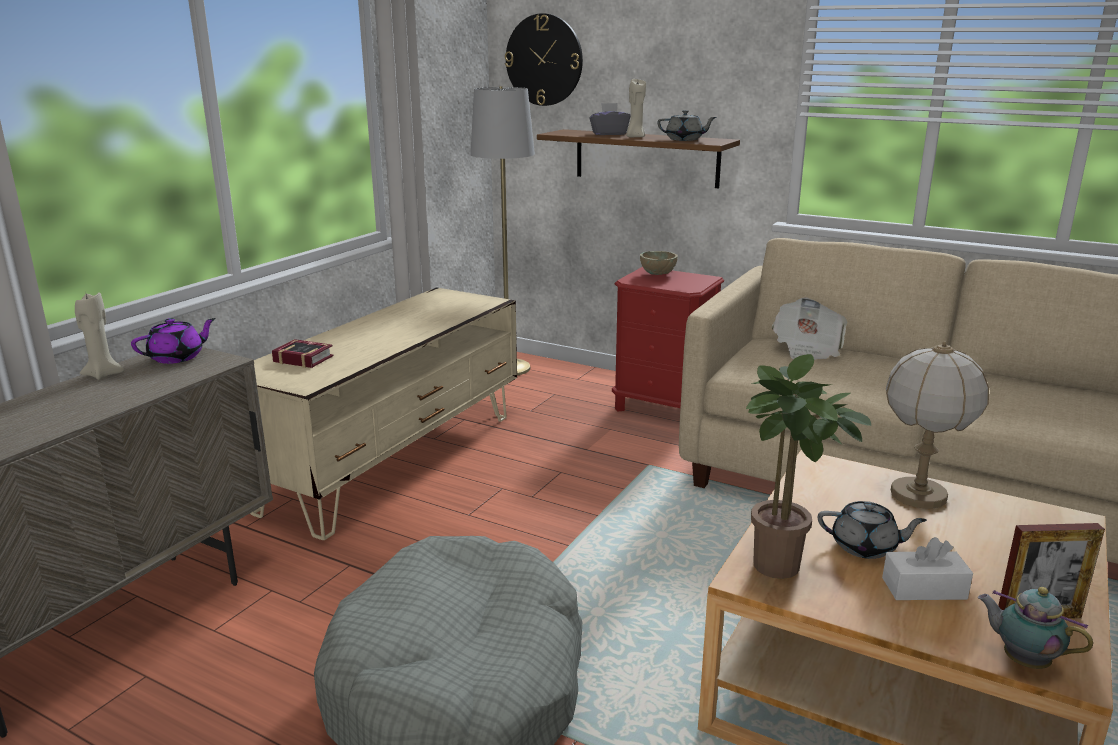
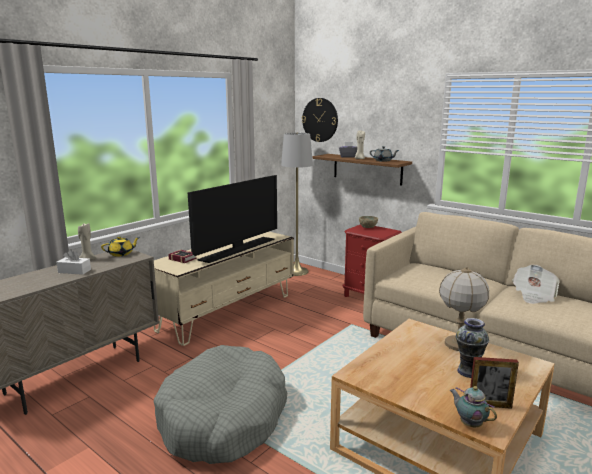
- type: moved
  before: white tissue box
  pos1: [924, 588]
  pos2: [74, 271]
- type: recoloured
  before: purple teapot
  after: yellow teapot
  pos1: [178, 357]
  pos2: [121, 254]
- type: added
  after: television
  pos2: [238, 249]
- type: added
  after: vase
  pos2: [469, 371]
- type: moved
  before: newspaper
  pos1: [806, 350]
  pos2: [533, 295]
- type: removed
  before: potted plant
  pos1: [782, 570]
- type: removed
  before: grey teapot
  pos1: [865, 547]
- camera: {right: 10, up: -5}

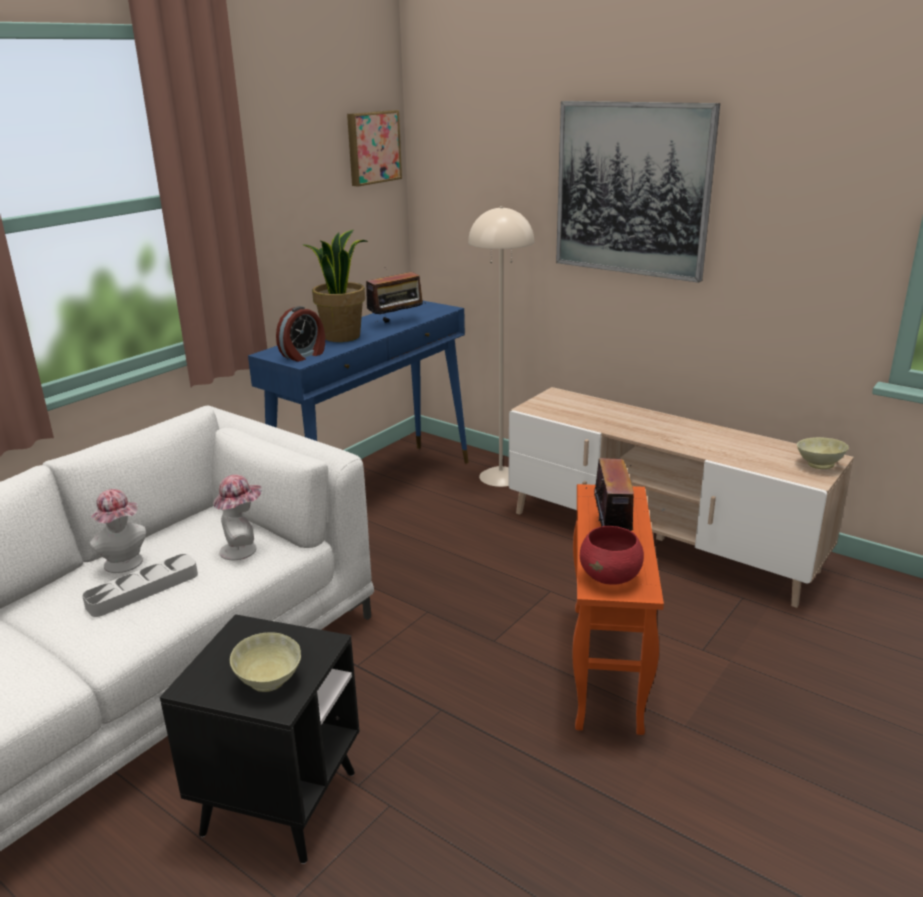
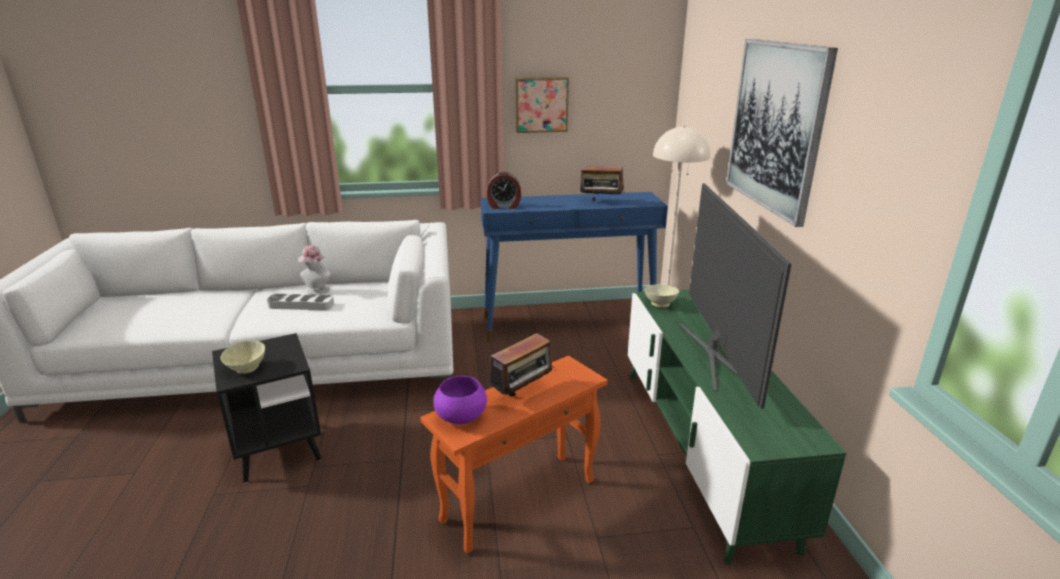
- type: recoloured
  before: red bowl
  after: purple bowl
  pos1: [611, 577]
  pos2: [461, 417]
- type: moved
  before: picture
  pos1: [372, 147]
  pos2: [541, 104]
- type: recoloured
  before: beige tv stand
  after: green tv stand
  pos1: [658, 540]
  pos2: [701, 449]
- type: moved
  before: beige bowl
  pos1: [819, 464]
  pos2: [660, 304]
- type: added
  after: television
  pos2: [716, 354]
- type: removed
  before: hat
  pos1: [243, 549]
- type: removed
  before: potted plant
  pos1: [342, 336]
- camera: {right: 45, up: 0}

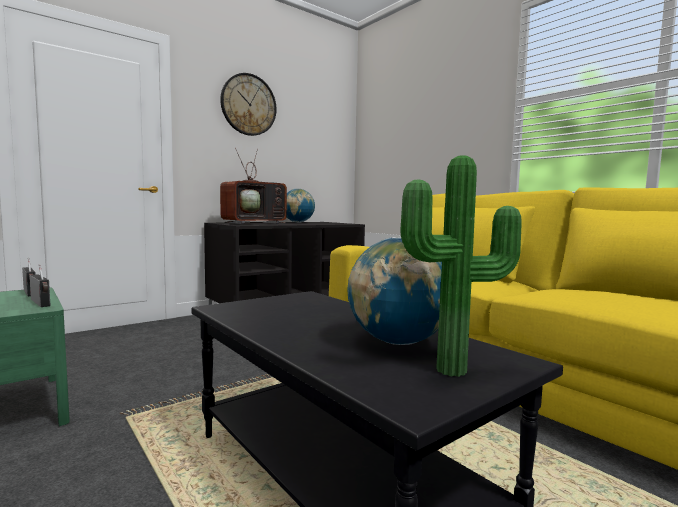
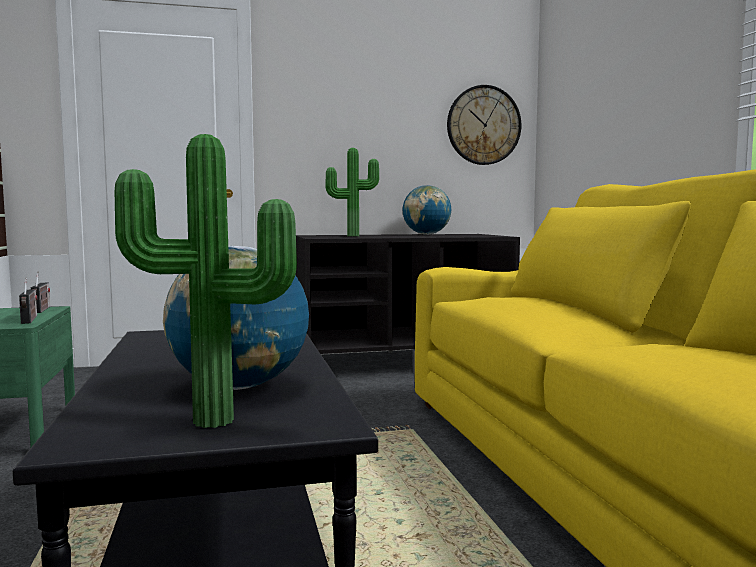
- type: replaced
  before: television
  after: potted plant
  pos1: [254, 223]
  pos2: [352, 236]
- type: moved
  before: wall clock
  pos1: [248, 105]
  pos2: [483, 125]
- camera: {right: 25, up: 0}

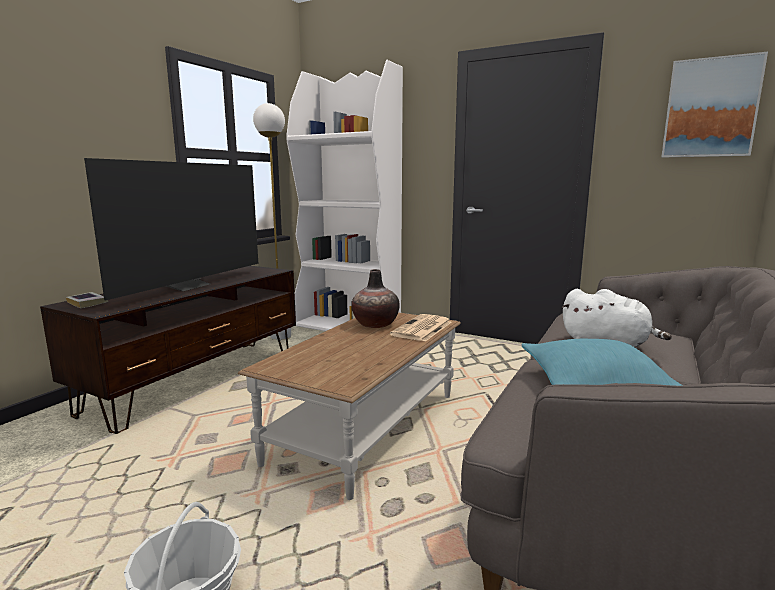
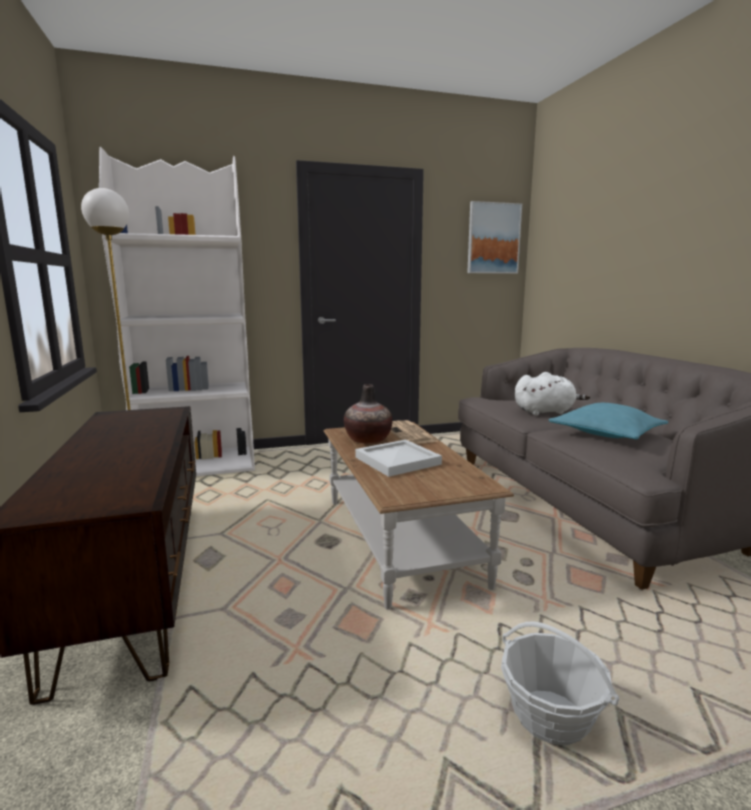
- type: added
  after: white tray
  pos2: [398, 460]
- type: removed
  before: book
  pos1: [87, 303]
- type: removed
  before: television
  pos1: [188, 286]
- camera: {right: -45, up: 0}

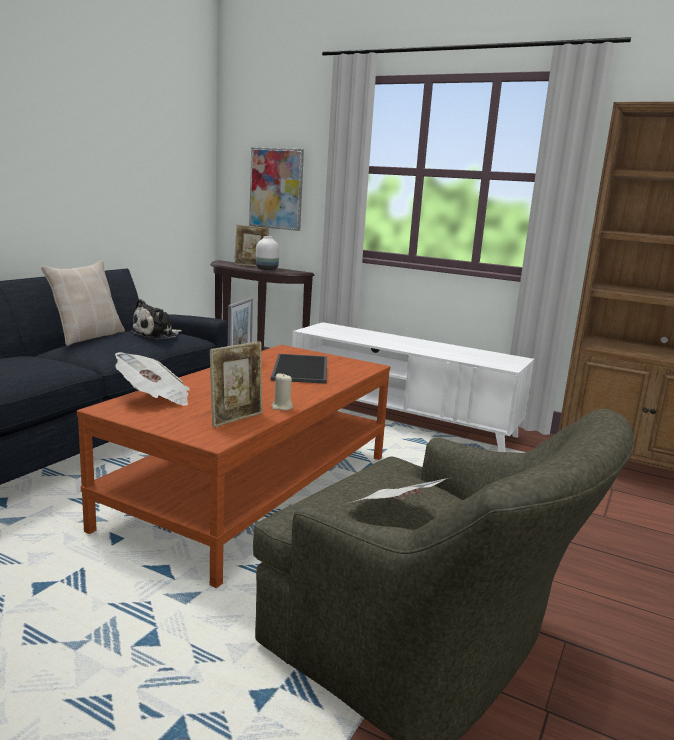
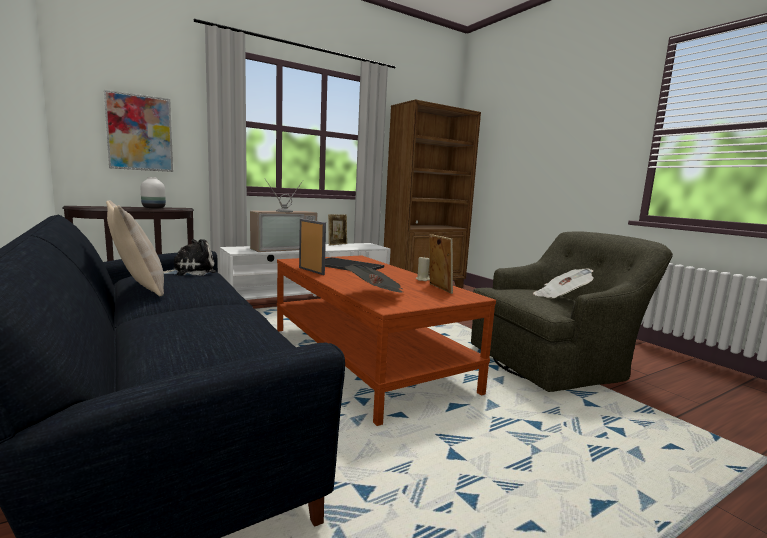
- type: turned
  before: plush toy
  pos1: [157, 335]
  pos2: [190, 271]
  turn: -105
- type: added
  after: television
  pos2: [282, 248]
- type: moved
  before: picture frame
  pos1: [251, 266]
  pos2: [337, 244]
- camera: {right: -60, up: -5}

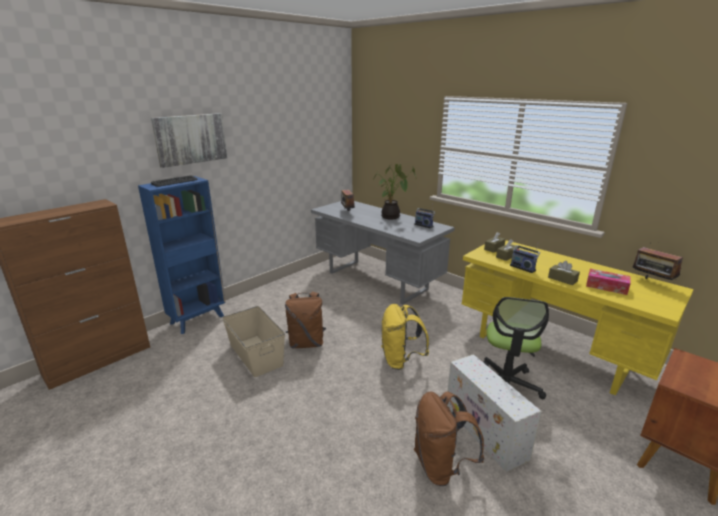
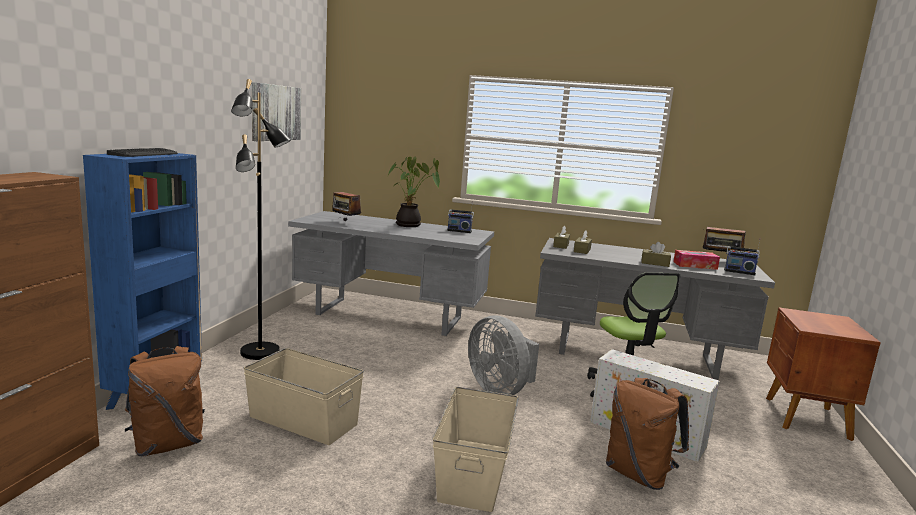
- type: moved
  before: brown backpack
  pos1: [306, 343]
  pos2: [167, 444]
- type: added
  after: black floor lamp
  pos2: [260, 352]
- type: moved
  before: picture
  pos1: [191, 139]
  pos2: [275, 112]
- type: added
  after: beige storage box
  pos2: [472, 472]
- type: replaced
  before: yellow backpack
  after: grey fan
  pos1: [401, 360]
  pos2: [500, 390]
- type: recoloured
  before: yellow desk
  after: grey desk
  pos1: [552, 351]
  pos2: [636, 355]
- type: moved
  before: radio
  pos1: [523, 267]
  pos2: [739, 271]
- camera: {right: -30, up: -10}

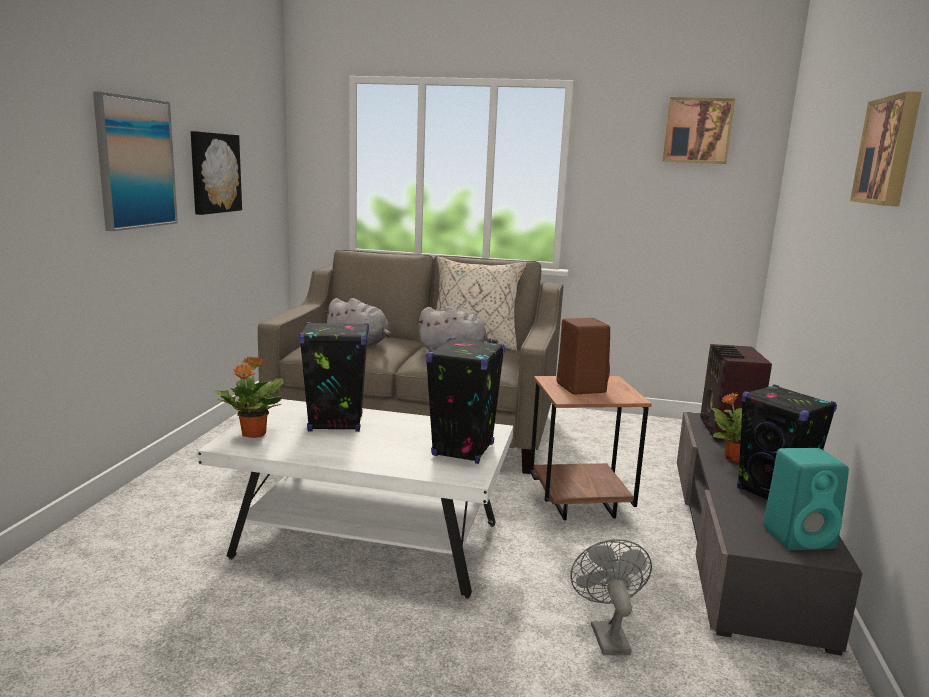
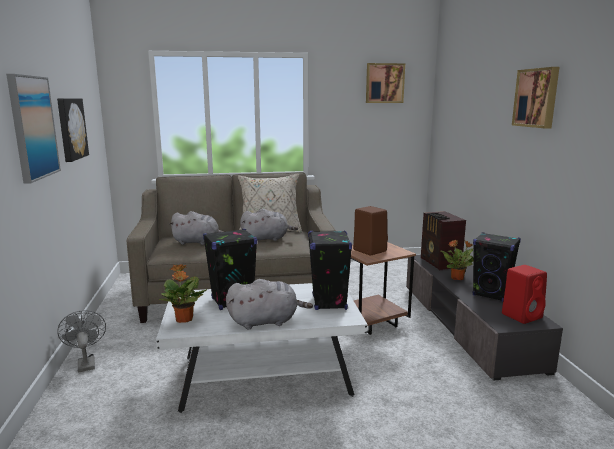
- type: moved
  before: grey fan
  pos1: [606, 634]
  pos2: [85, 363]
- type: added
  after: grey plush toy
  pos2: [266, 321]
- type: recoloured
  before: turquoise speaker
  after: red speaker
  pos1: [800, 537]
  pos2: [522, 315]
- camera: {right: -20, up: 0}

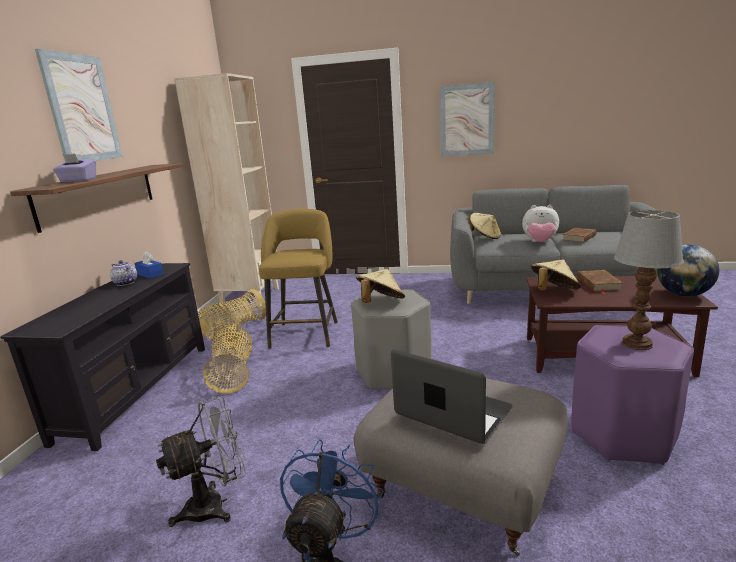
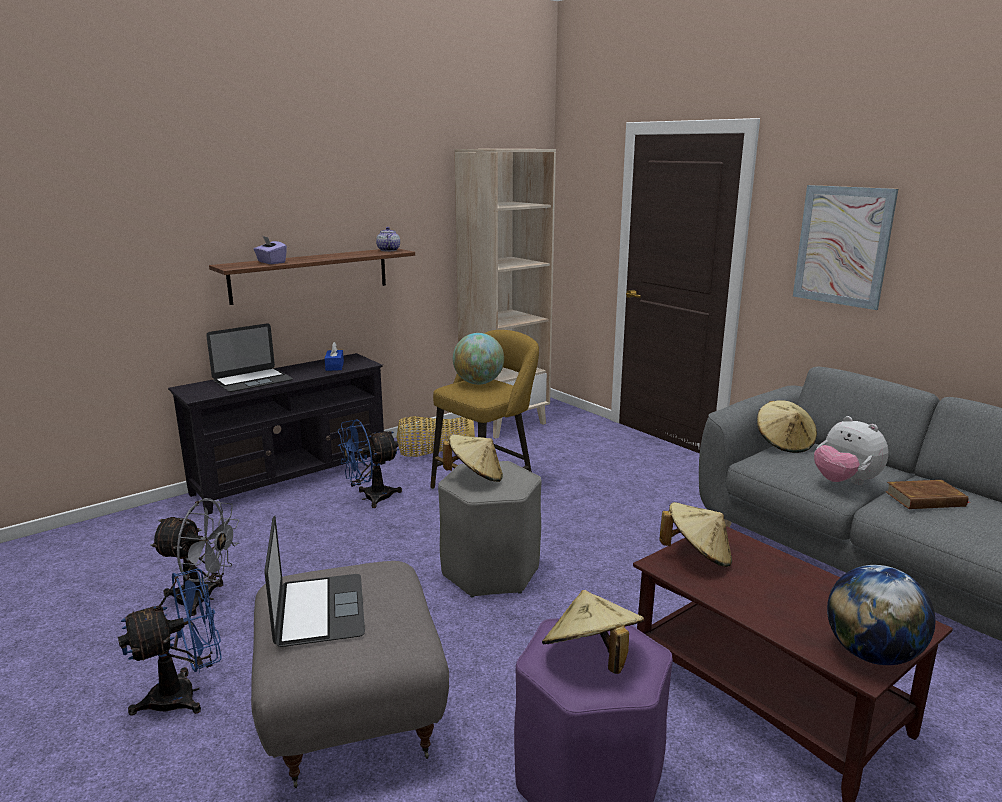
- type: added
  after: laptop
  pos2: [252, 380]
- type: replaced
  before: basket
  after: blue fan
  pos1: [233, 373]
  pos2: [370, 498]
- type: moved
  before: teapot
  pos1: [125, 283]
  pos2: [388, 250]
- type: added
  after: globe
  pos2: [478, 383]
- type: replaced
  before: table lamp
  after: beige hat
  pos1: [637, 344]
  pos2: [591, 658]
- type: removed
  before: picture
  pos1: [82, 109]
- type: removed
  before: brown book
  pos1: [598, 284]
- camera: {right: 40, up: 0}

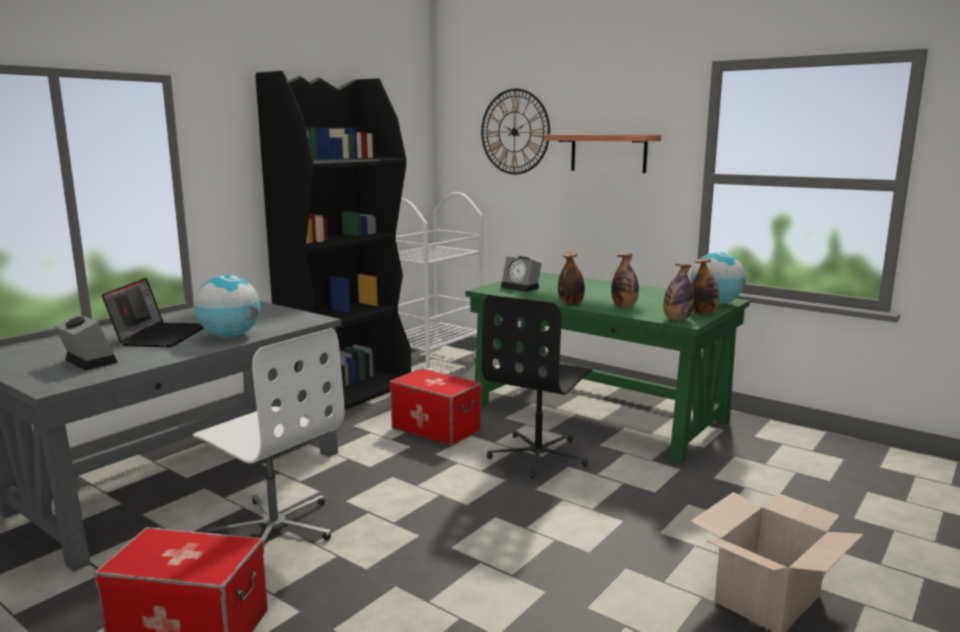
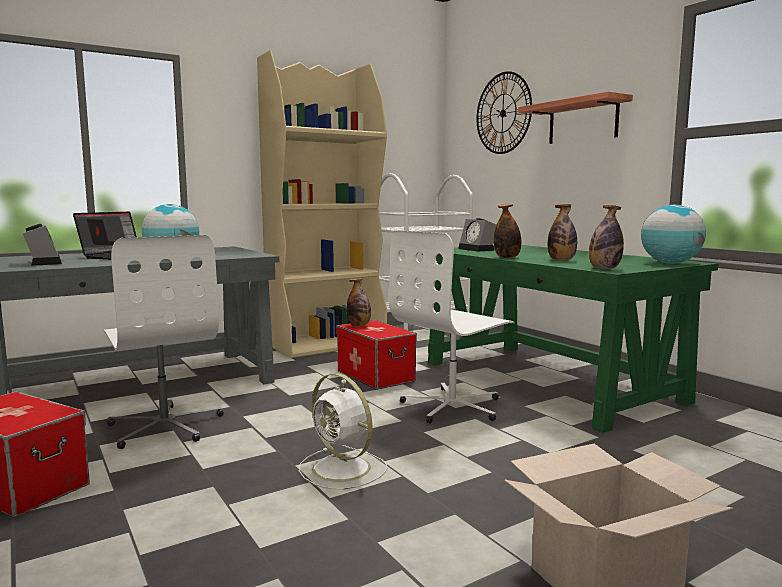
- type: recoloured
  before: black bookcase
  after: beige bookcase
  pos1: [347, 392]
  pos2: [327, 343]
- type: added
  after: white fan
  pos2: [343, 469]
- type: moved
  before: bottle
  pos1: [703, 313]
  pos2: [359, 325]
- type: recoloured
  before: black office chair
  after: white office chair
  pos1: [539, 455]
  pos2: [453, 406]
- camera: {right: 20, up: -5}

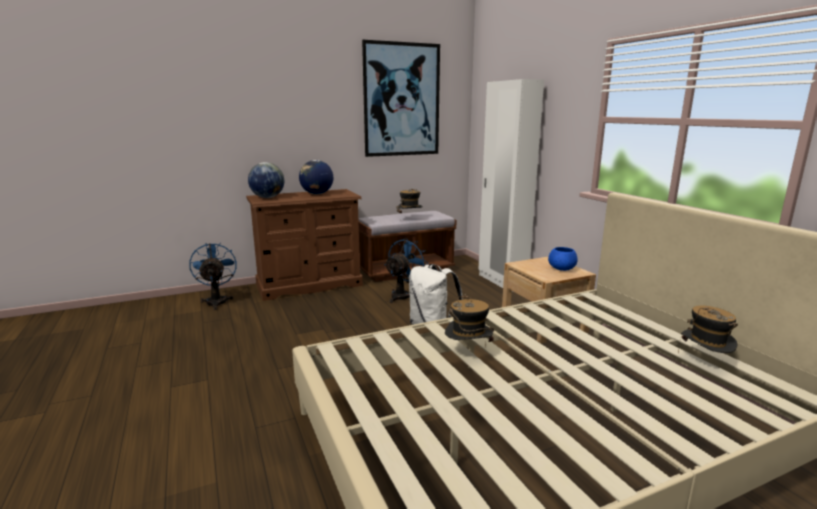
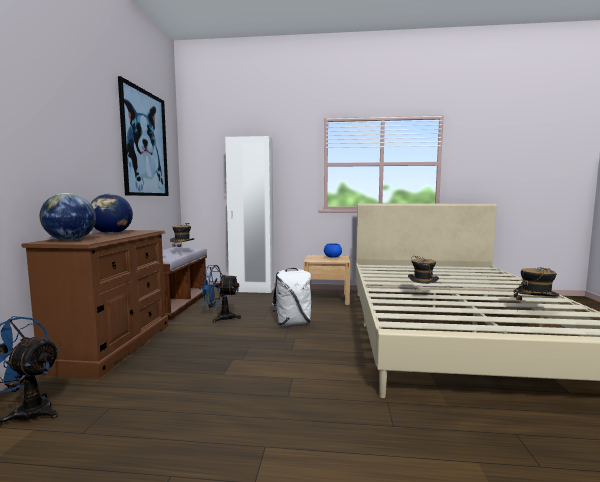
- type: turned
  before: blue fan
  pos1: [403, 295]
  pos2: [220, 318]
  turn: -60
- type: moved
  before: hat
  pos1: [703, 362]
  pos2: [534, 310]
- camera: {right: -60, up: -10}

